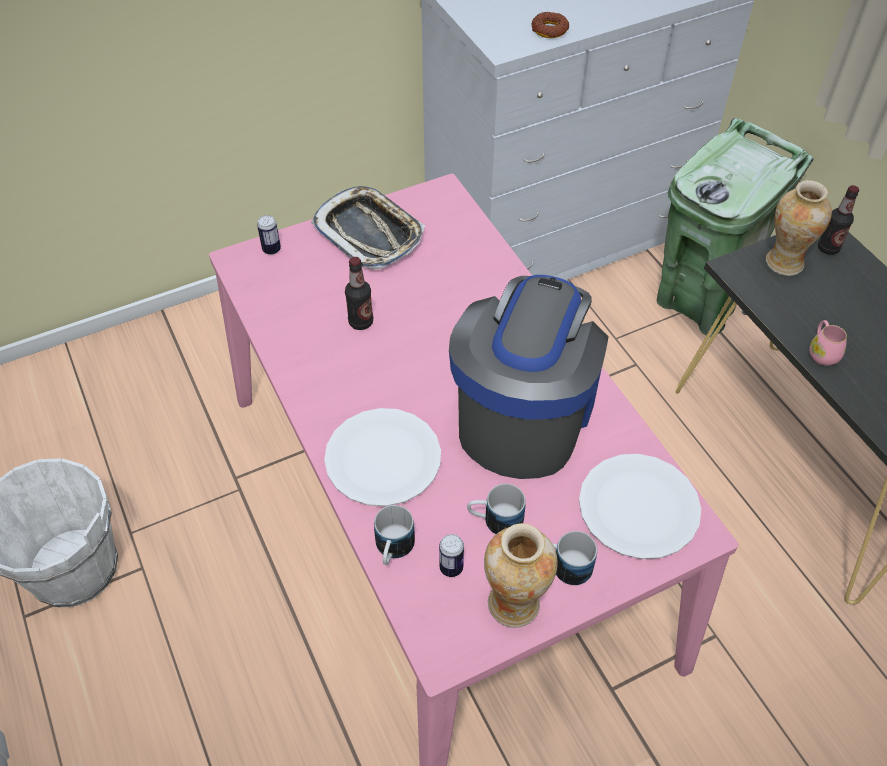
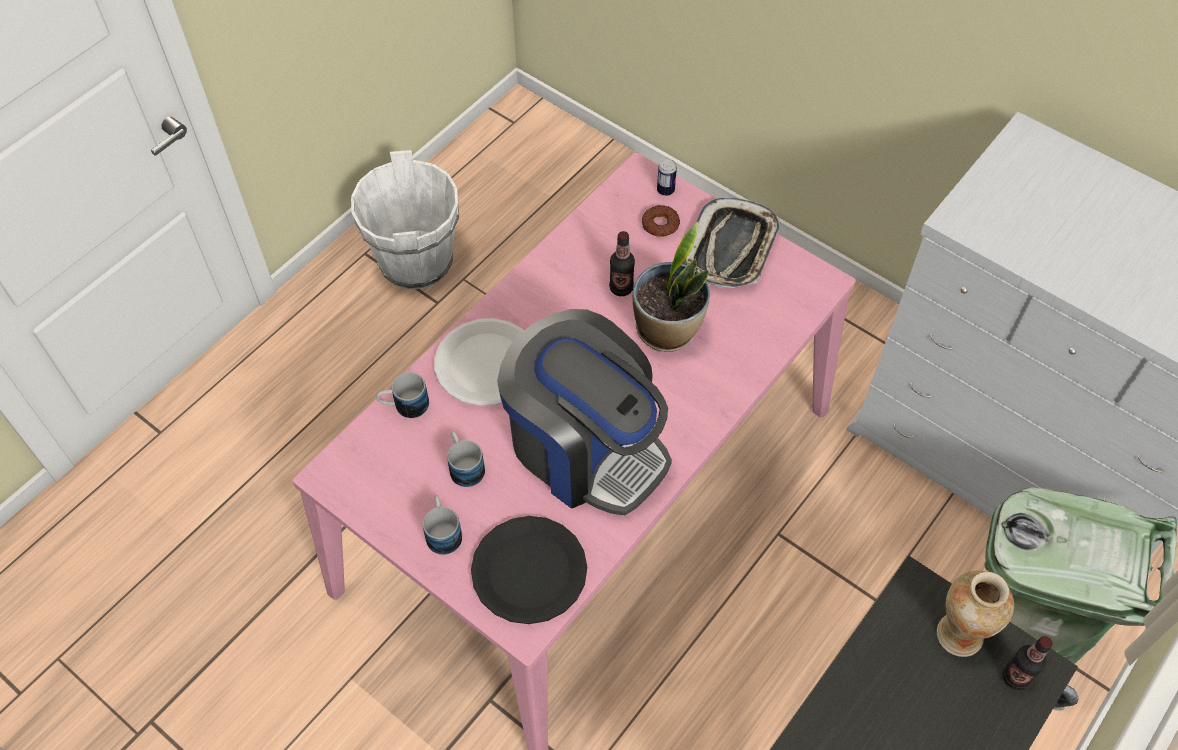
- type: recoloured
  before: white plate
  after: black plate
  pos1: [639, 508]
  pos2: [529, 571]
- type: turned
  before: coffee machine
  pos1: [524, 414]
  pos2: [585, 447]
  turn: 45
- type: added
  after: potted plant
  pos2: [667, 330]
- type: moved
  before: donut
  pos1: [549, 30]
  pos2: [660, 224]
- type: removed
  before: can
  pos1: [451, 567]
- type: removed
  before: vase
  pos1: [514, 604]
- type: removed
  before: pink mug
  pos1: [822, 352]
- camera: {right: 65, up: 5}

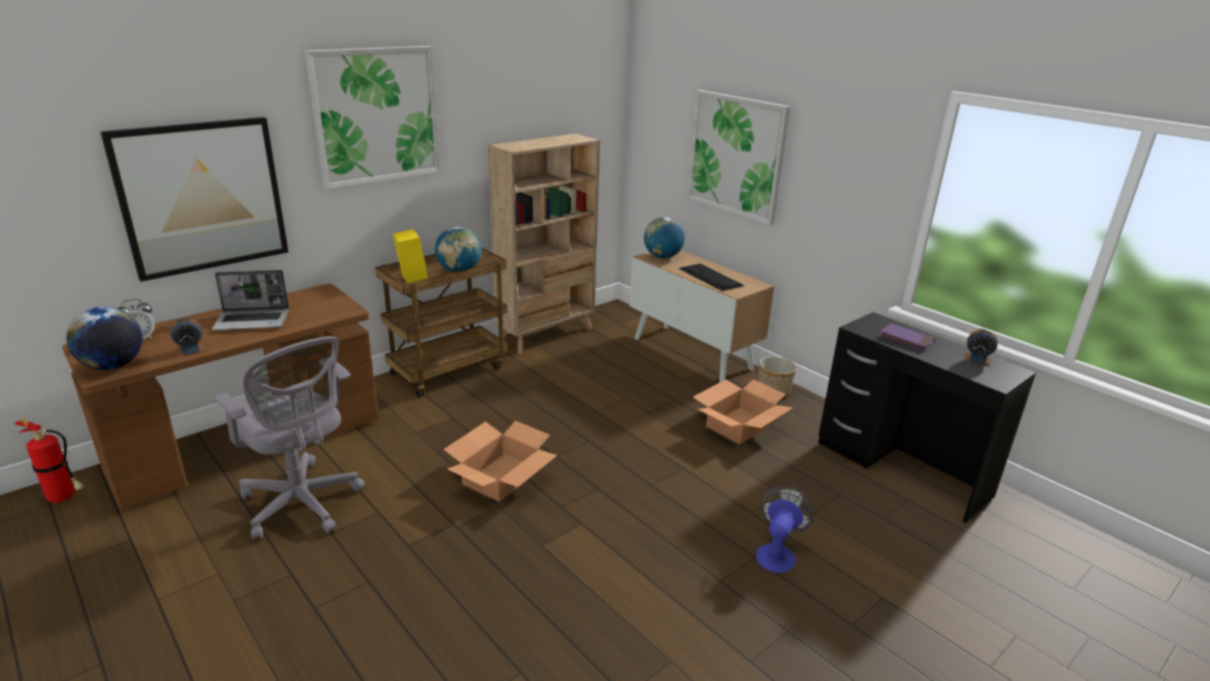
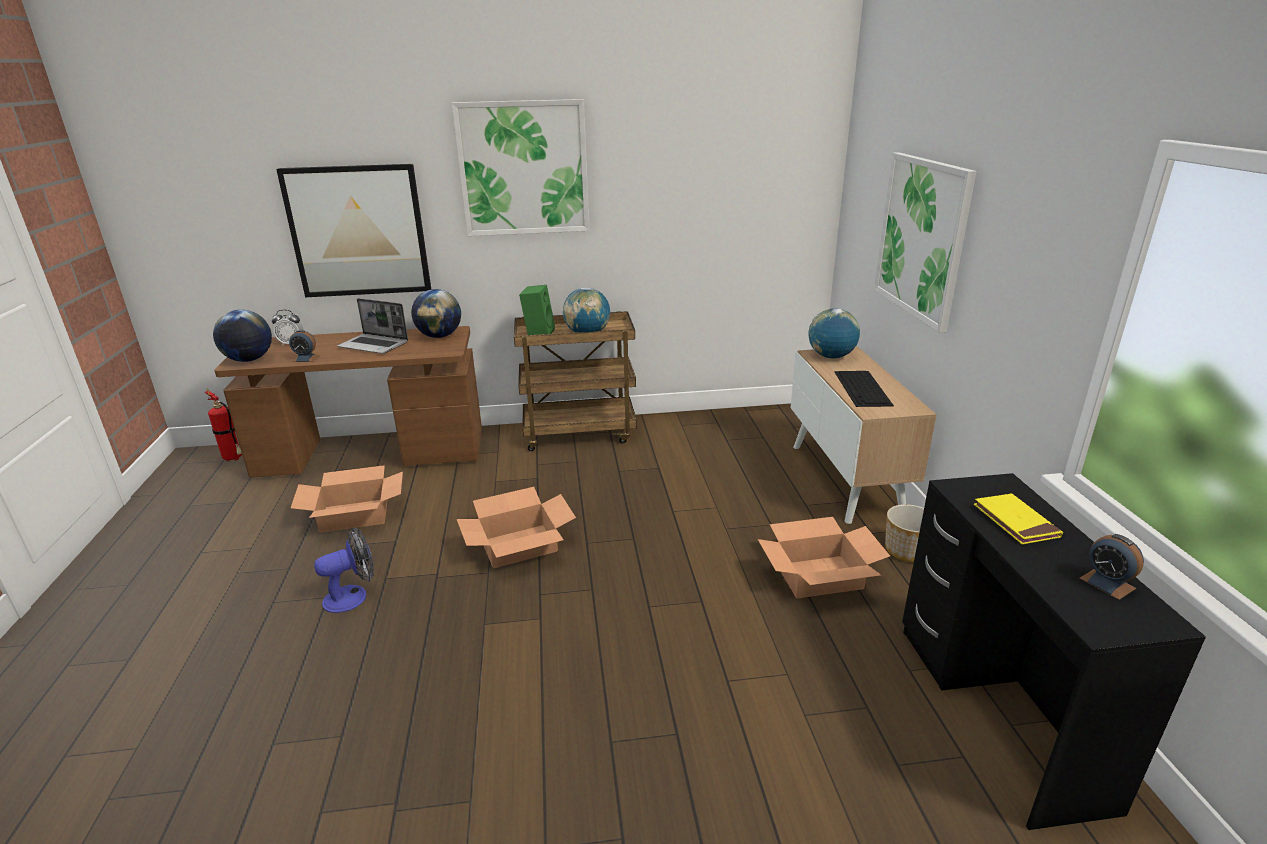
- type: replaced
  before: grey office chair
  after: cardboard box
  pos1: [303, 504]
  pos2: [354, 515]
- type: moved
  before: fan
  pos1: [777, 553]
  pos2: [353, 596]
- type: added
  after: globe
  pos2: [439, 336]
- type: recoloured
  before: yellow speaker
  after: green speaker
  pos1: [411, 278]
  pos2: [538, 333]
- type: recoloured
  before: purple book
  after: yellow book
  pos1: [906, 339]
  pos2: [1015, 522]
- type: removed
  before: beige bookcase
  pos1: [546, 334]
- camera: {right: 35, up: 0}

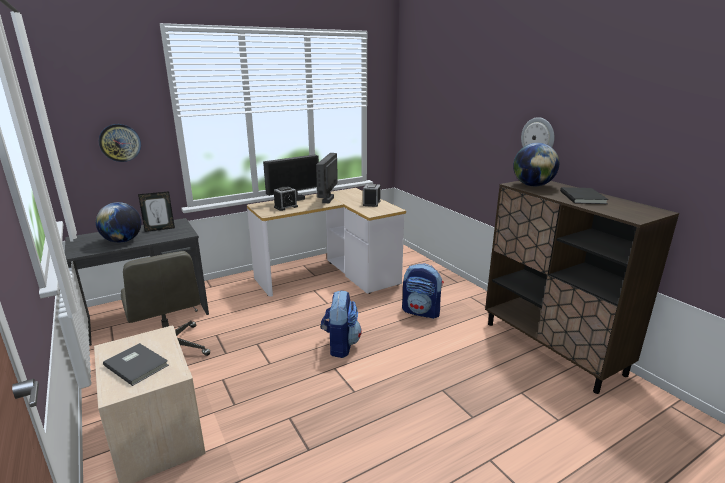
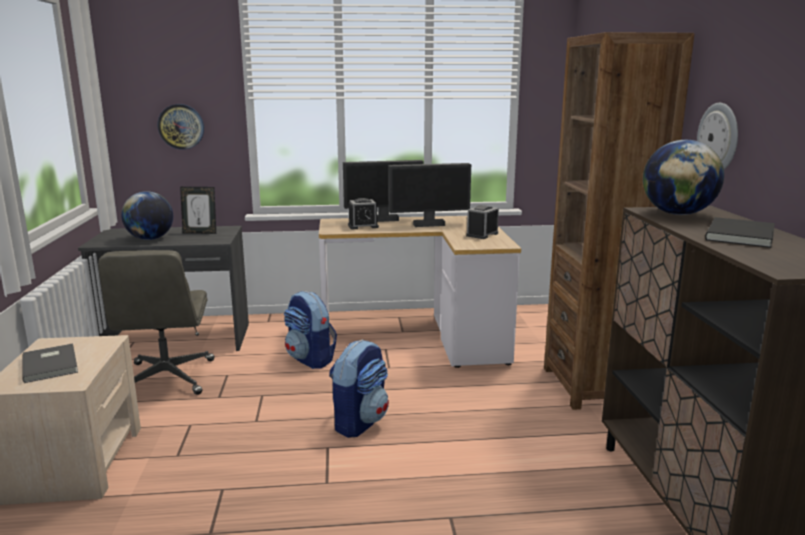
- type: moved
  before: backpack
  pos1: [421, 312]
  pos2: [311, 359]
- type: turned
  before: monitor
  pos1: [329, 200]
  pos2: [428, 225]
  turn: -135
- type: added
  after: brown bookcase
  pos2: [593, 386]
- camera: {right: 25, up: -5}

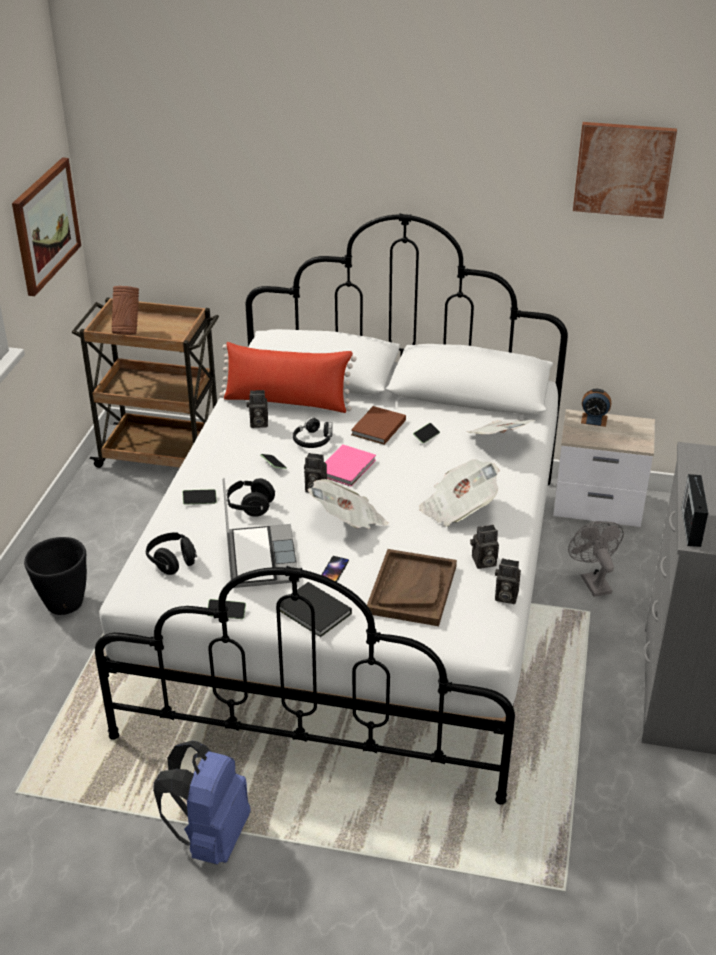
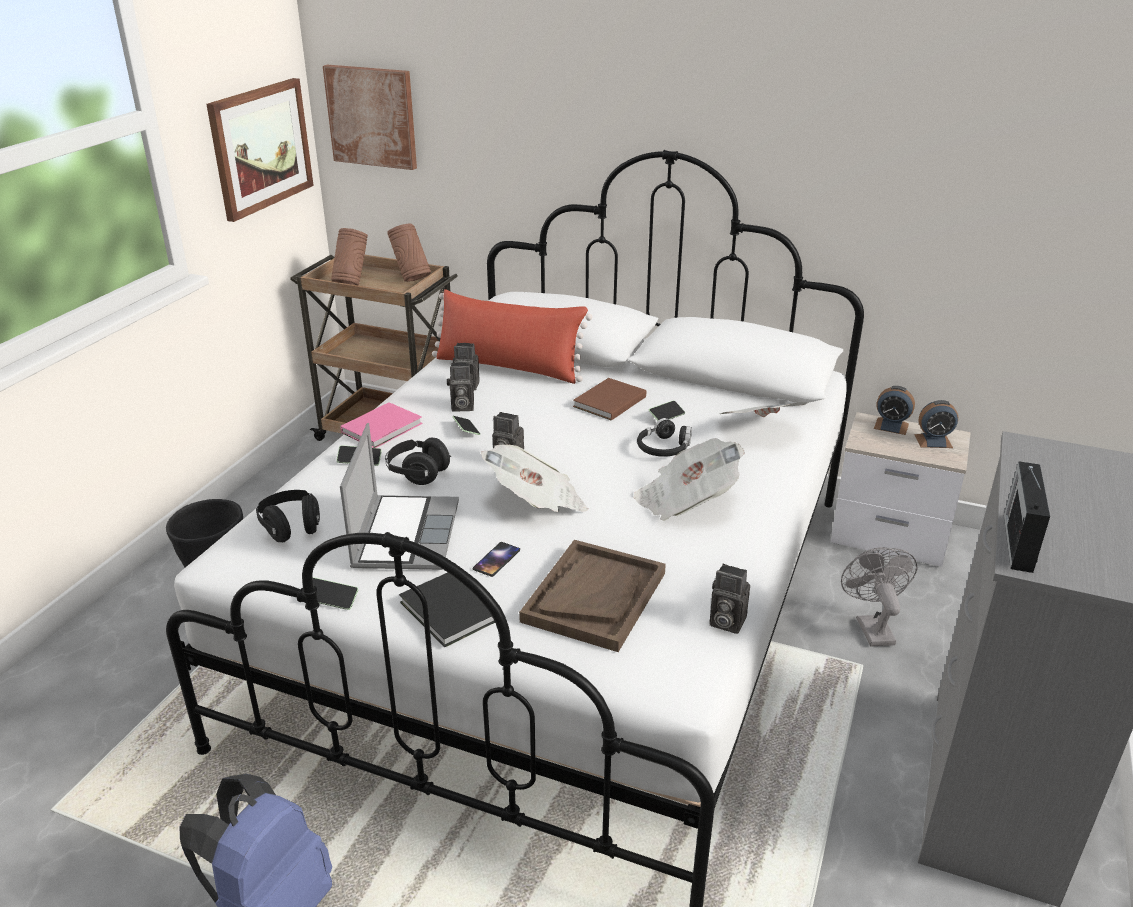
- type: moved
  before: picture
  pos1: [623, 169]
  pos2: [372, 116]
- type: moved
  before: pink book
  pos1: [348, 467]
  pos2: [384, 428]
- type: added
  after: brown vase
  pos2: [411, 279]
- type: moved
  before: photo camera
  pos1: [483, 562]
  pos2: [461, 407]
- type: moved
  before: black headphones
  pos1: [313, 440]
  pos2: [664, 448]
- type: added
  after: alarm clock
  pos2: [933, 441]
- camera: {right: 10, up: -5}

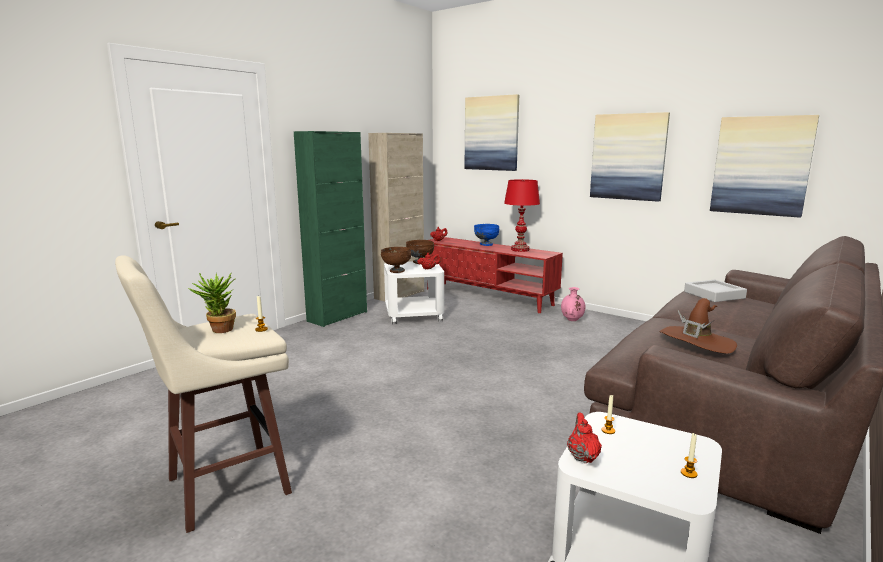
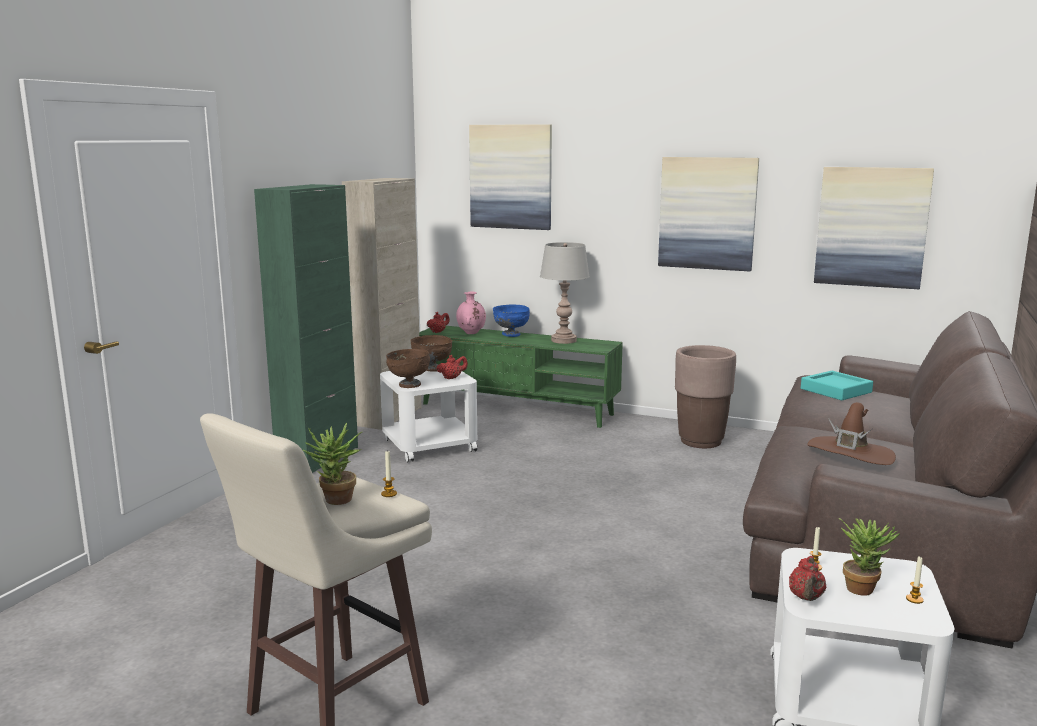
- type: recoloured
  before: red tv stand
  after: green tv stand
  pos1: [488, 297]
  pos2: [517, 409]
- type: moved
  before: pink vase
  pos1: [572, 320]
  pos2: [471, 333]
- type: recoloured
  before: red table lamp
  after: grey table lamp
  pos1: [520, 250]
  pos2: [563, 340]
- type: added
  after: brown planter
  pos2: [701, 442]
- type: turned
  before: red teapot
  pos1: [582, 457]
  pos2: [806, 598]
  turn: -150
- type: recoloured
  before: grey tray
  after: turquoise tray
  pos1: [714, 295]
  pos2: [836, 390]
- type: added
  after: potted plant
  pos2: [863, 587]
- camera: {right: -15, up: 0}

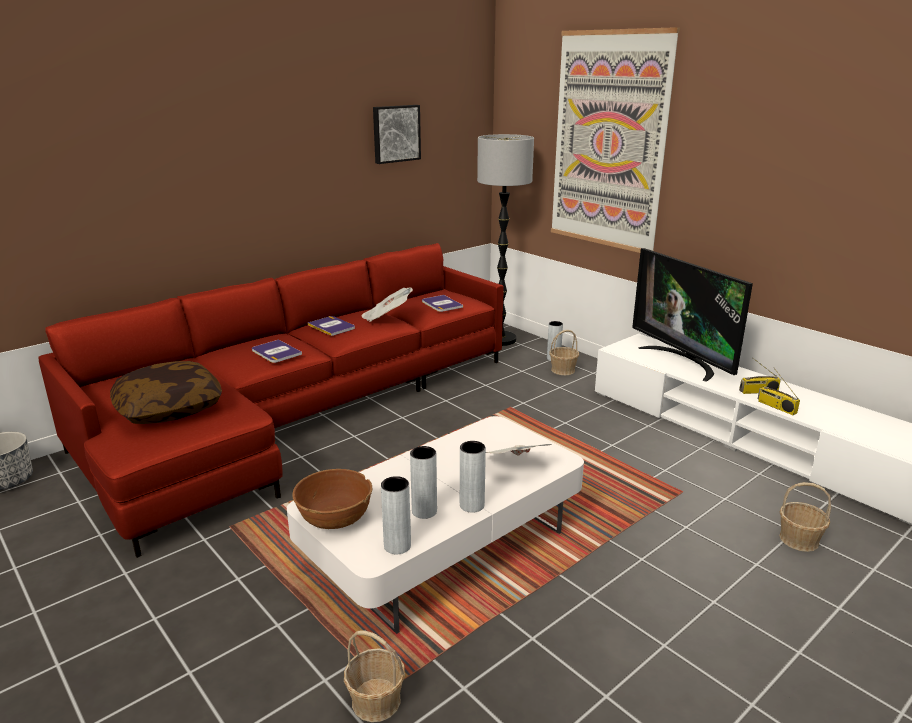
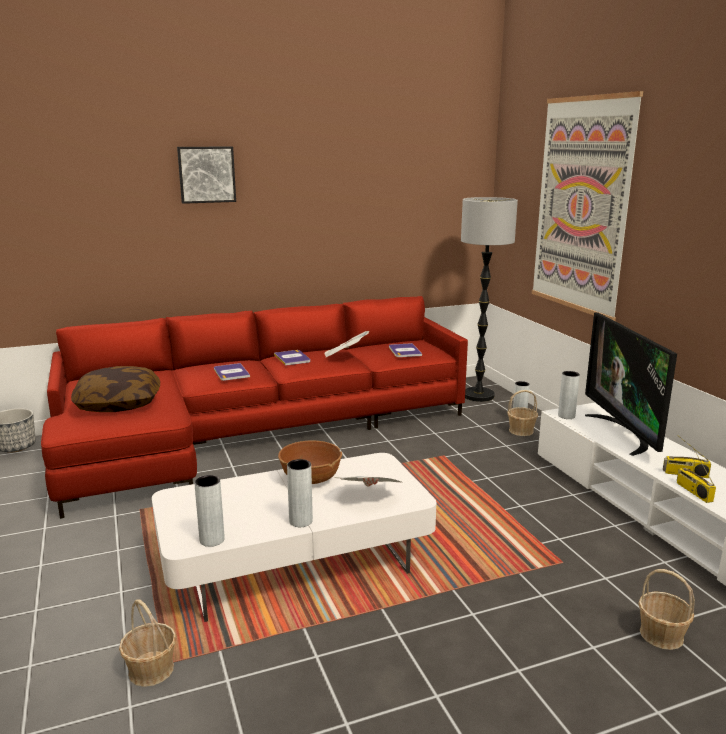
- type: moved
  before: picture
  pos1: [395, 133]
  pos2: [206, 174]
- type: moved
  before: brown bowl
  pos1: [335, 518]
  pos2: [311, 479]
- type: moved
  before: grey vase
  pos1: [424, 511]
  pos2: [566, 416]
- camera: {right: 20, up: -5}

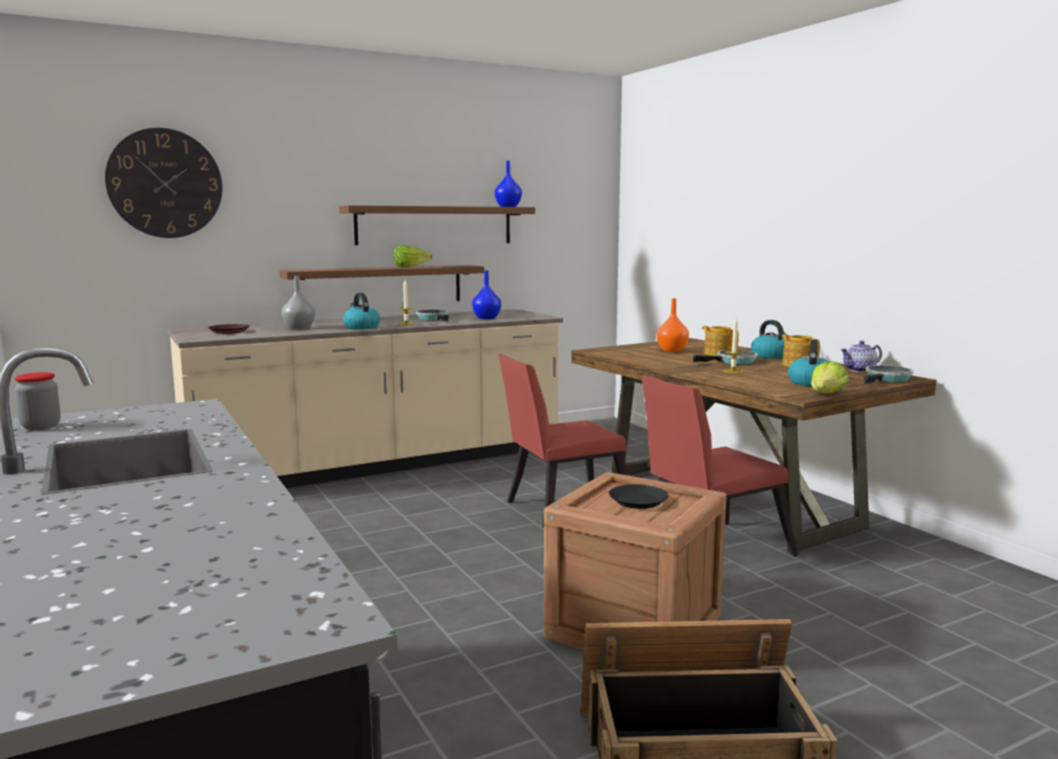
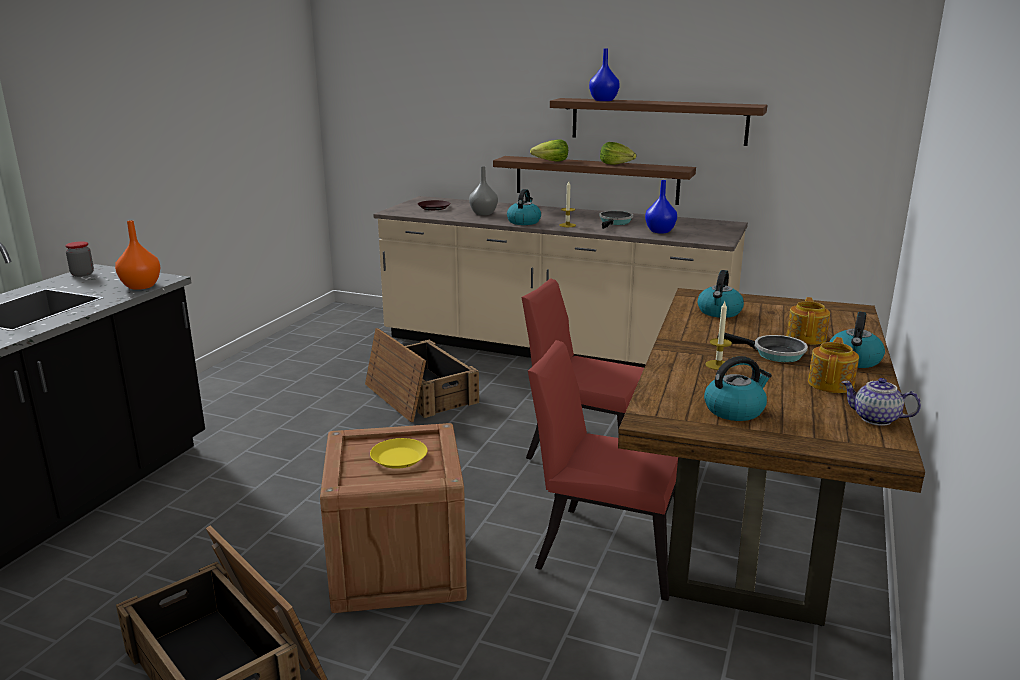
- type: moved
  before: orange vase
  pos1: [672, 350]
  pos2: [142, 286]
- type: added
  after: crate
  pos2: [419, 394]
- type: recoloured
  before: black plate
  after: yellow plate
  pos1: [638, 501]
  pos2: [398, 458]
- type: moved
  before: lettuce
  pos1: [827, 394]
  pos2: [551, 161]
- type: moved
  before: blue vase
  pos1: [508, 206]
  pos2: [603, 100]
- type: added
  after: kettle
  pos2: [719, 312]
- type: removed
  before: wall clock
  pos1: [165, 183]
- type: removed
  before: frying pan
  pos1: [887, 379]
- camera: {right: 50, up: 10}

